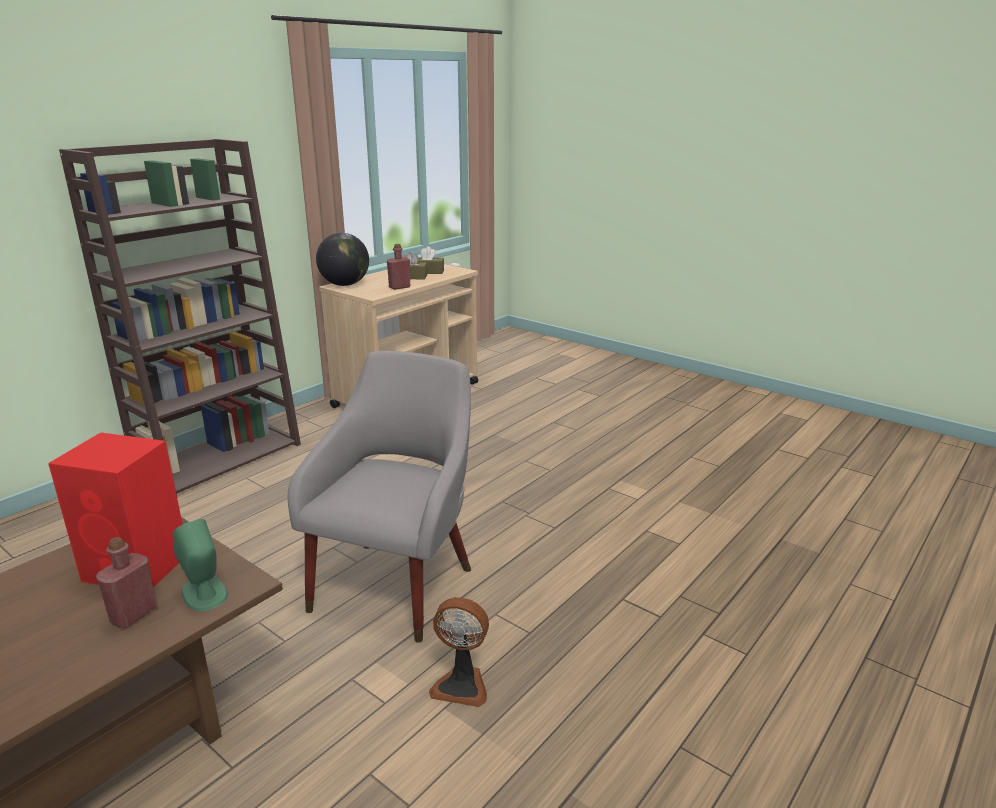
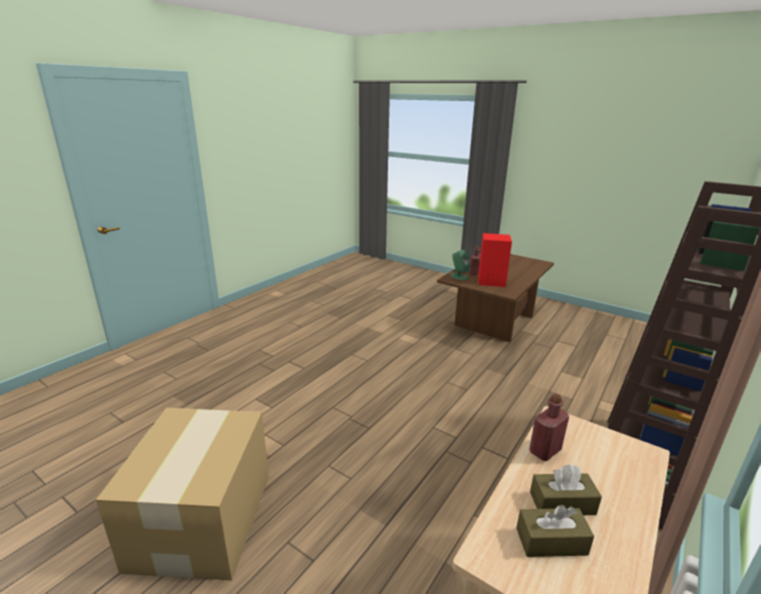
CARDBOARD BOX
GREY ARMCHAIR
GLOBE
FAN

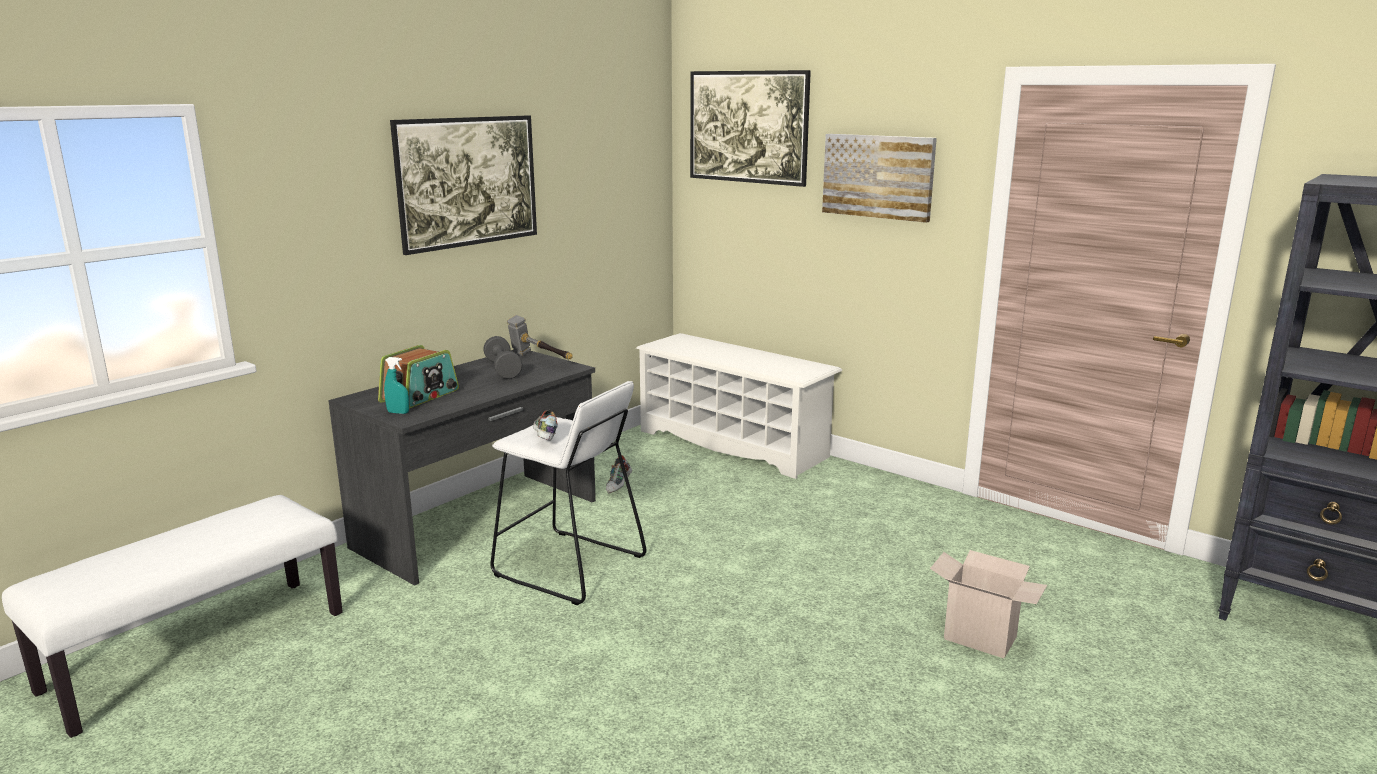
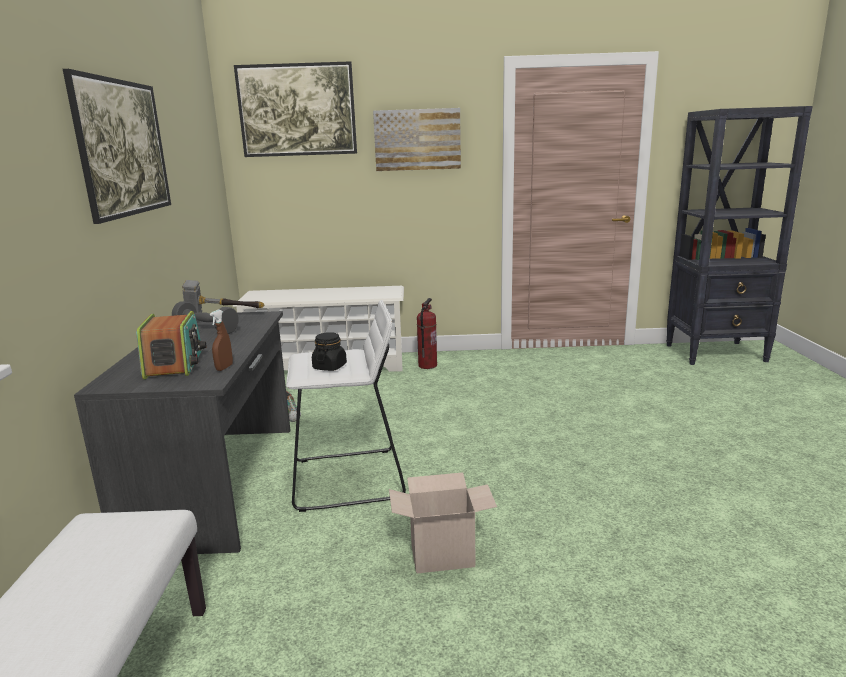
BROWN SPRAY BOTTLE
BLACK JAR
CARDBOARD BOX
FIRE EXTINGUISHER
TURQUOISE SPRAY BOTTLE

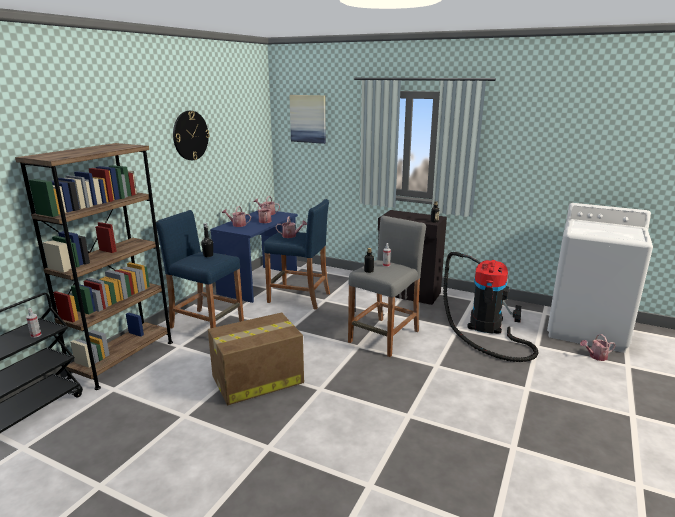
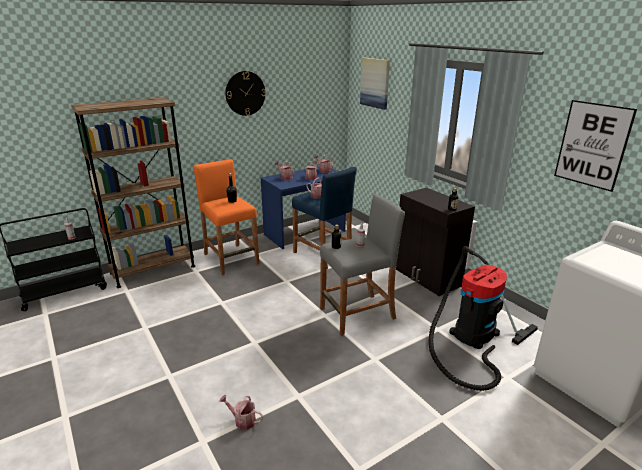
ORANGE STOOL
WATERING CAN (no. 1 from left)
PICTURE (no. 2 from left)
CARDBOARD BOX

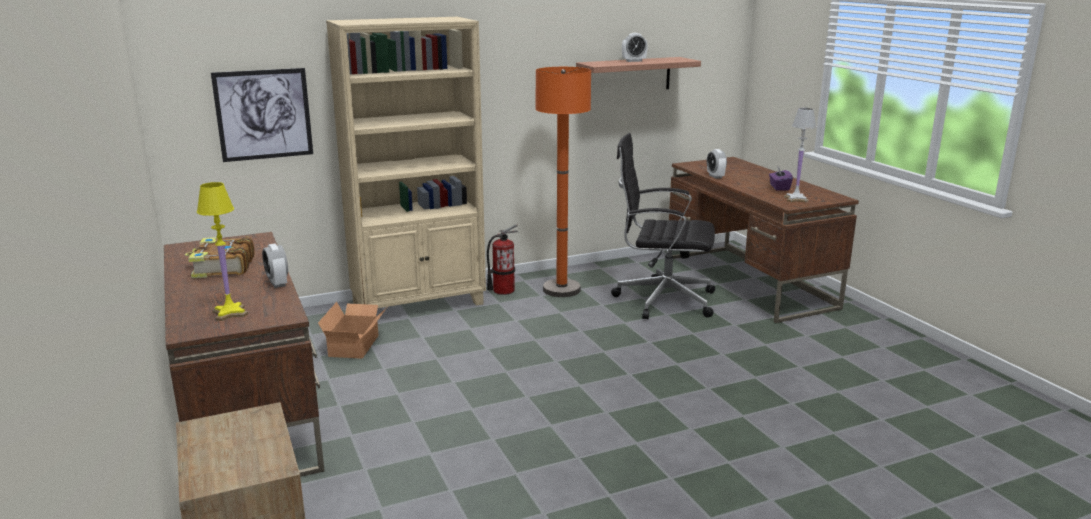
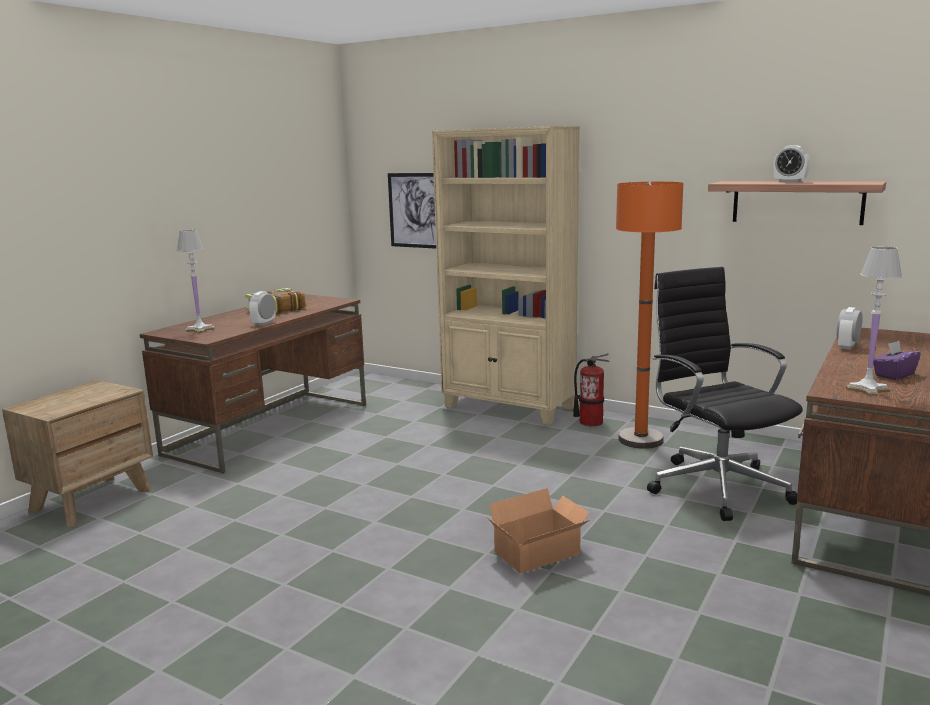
WHITE TABLE LAMP (no. 1 from left)
CARDBOARD BOX

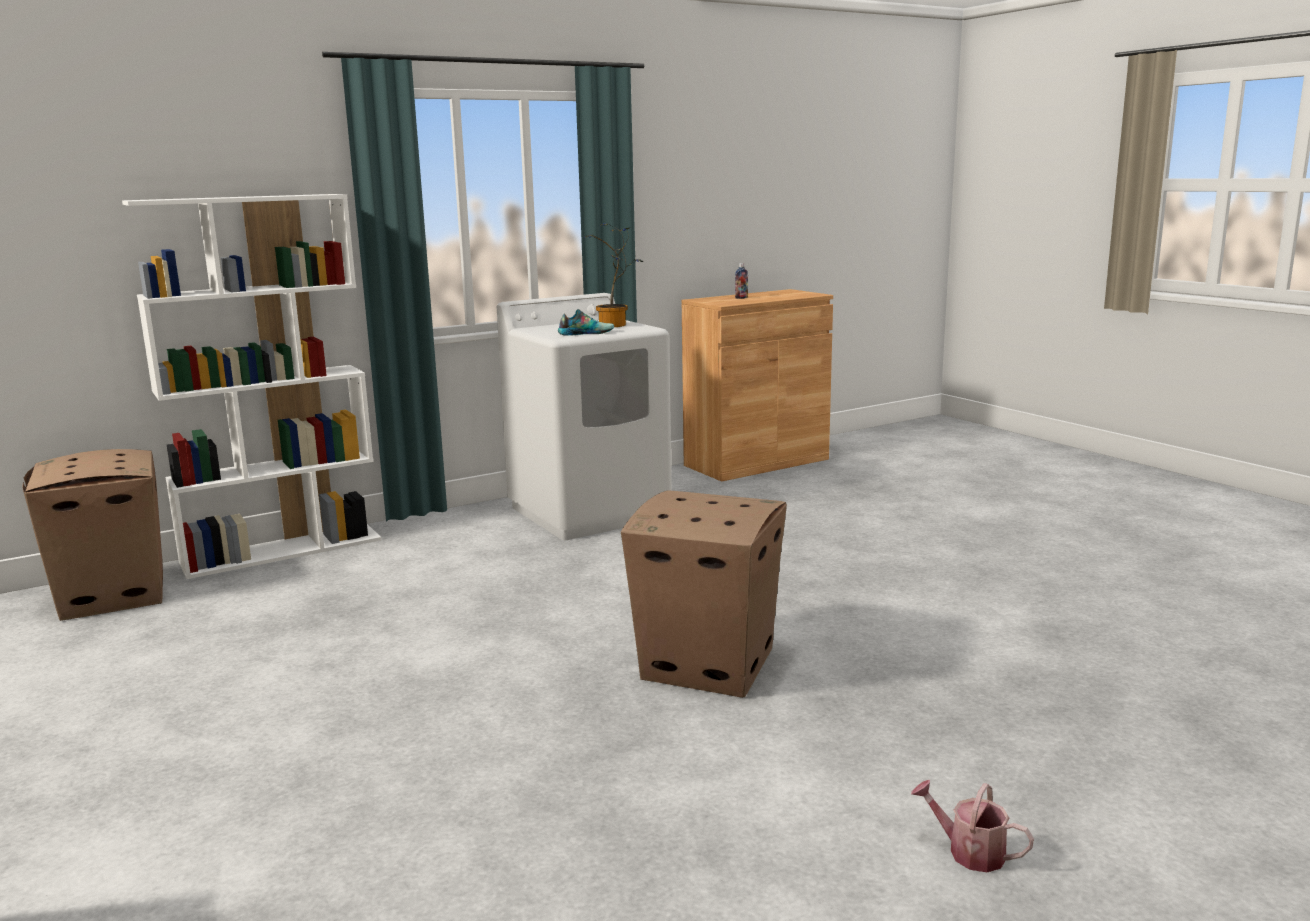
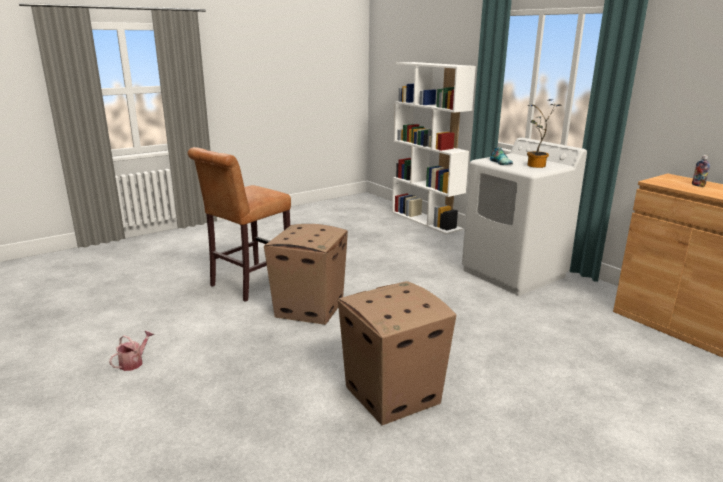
BROWN STOOL
CARDBOARD BOX (no. 2 from left)

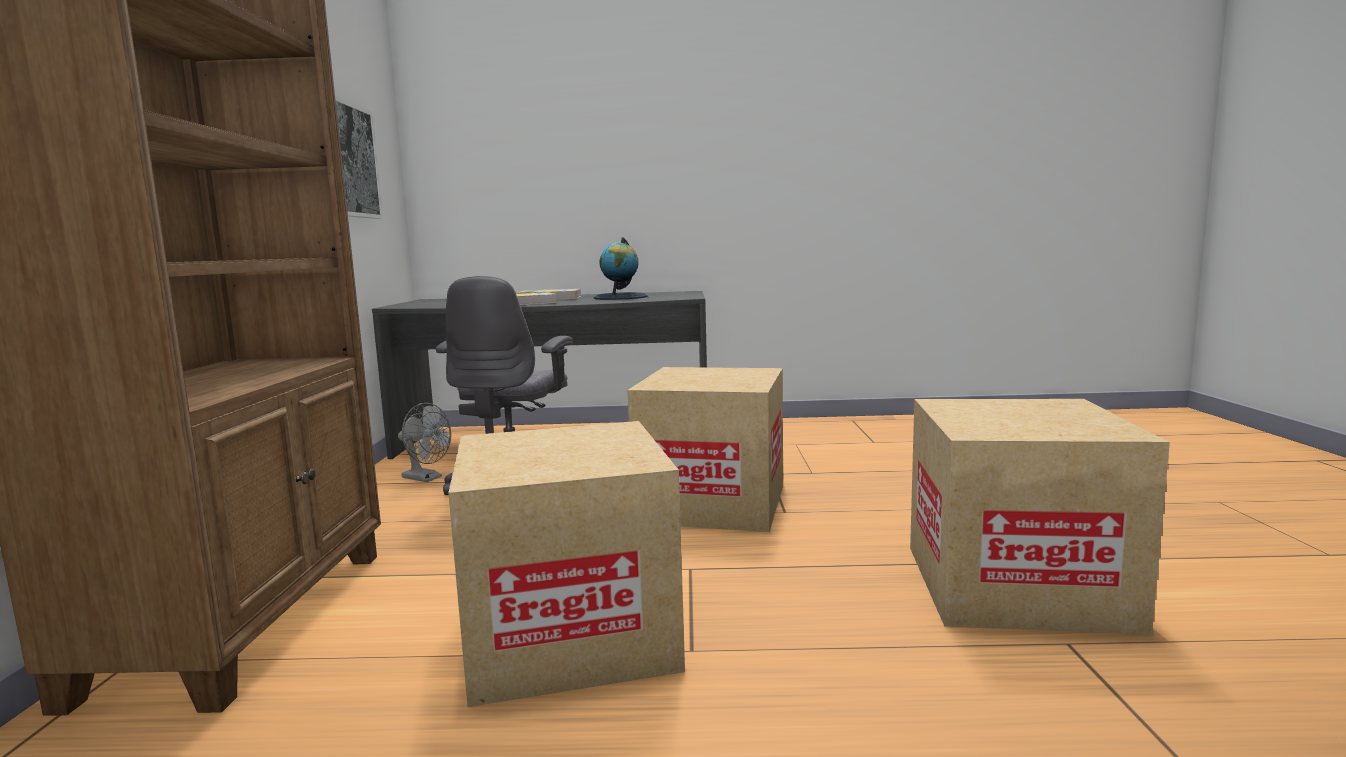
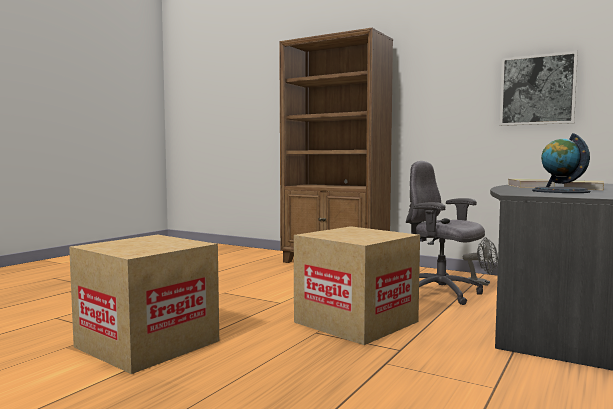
GREY FAN
CARDBOARD BOX (no. 1 from left in the first image)

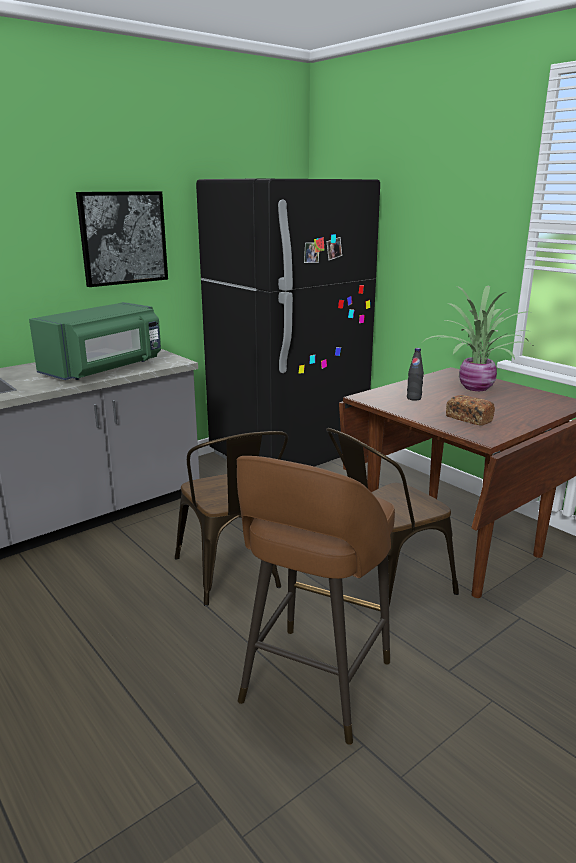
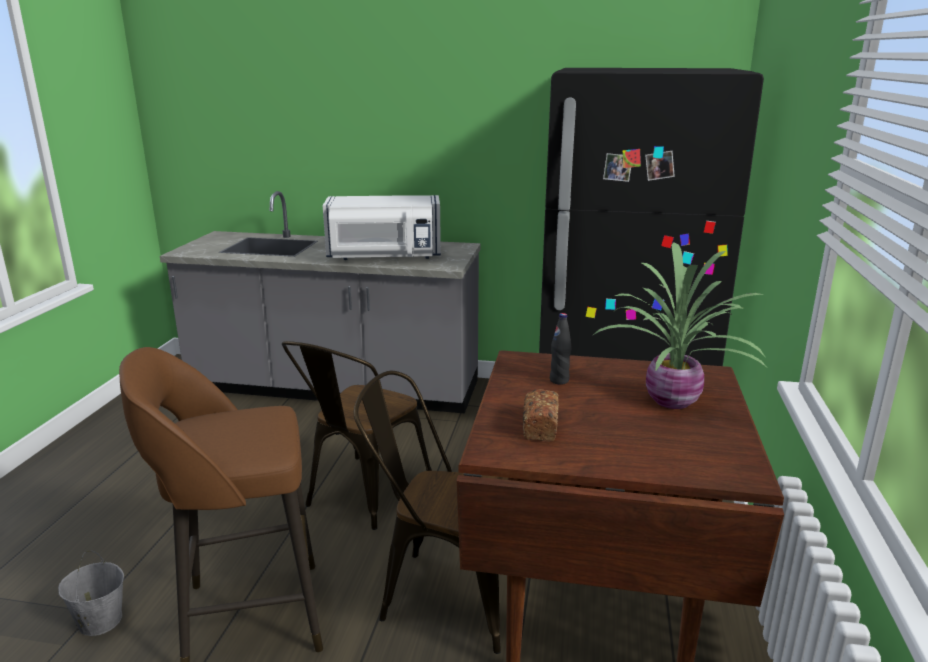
GREY BUCKET
WHITE MICROWAVE
PICTURE

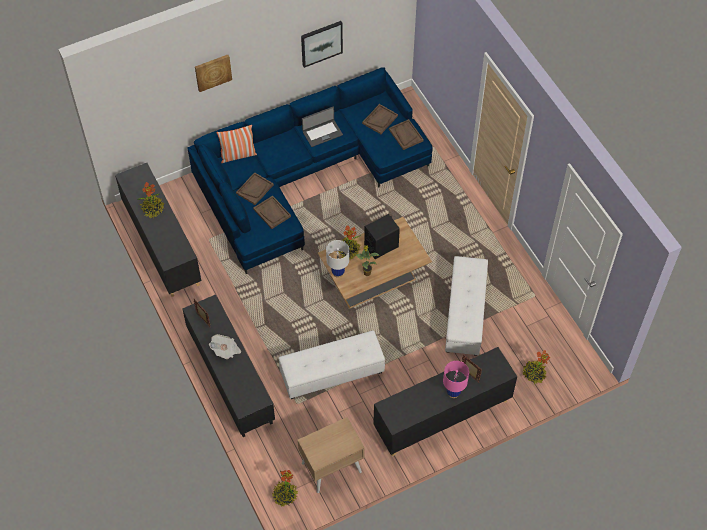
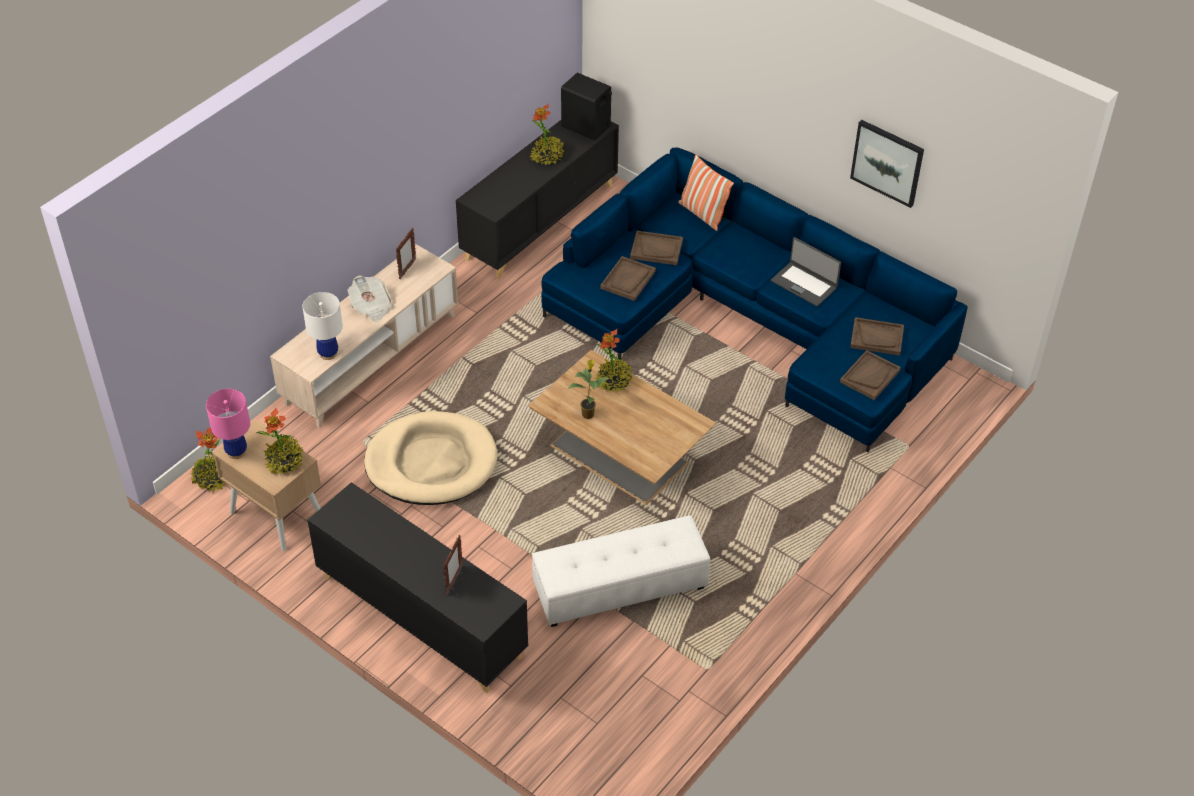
PINK TABLE LAMP
POTTED PLANT (no. 2 from left)
BEIGE TV STAND
WHITE TABLE LAMP
BEIGE DOG BED
BLACK SPEAKER
PICTURE (no. 1 from left in the first image)

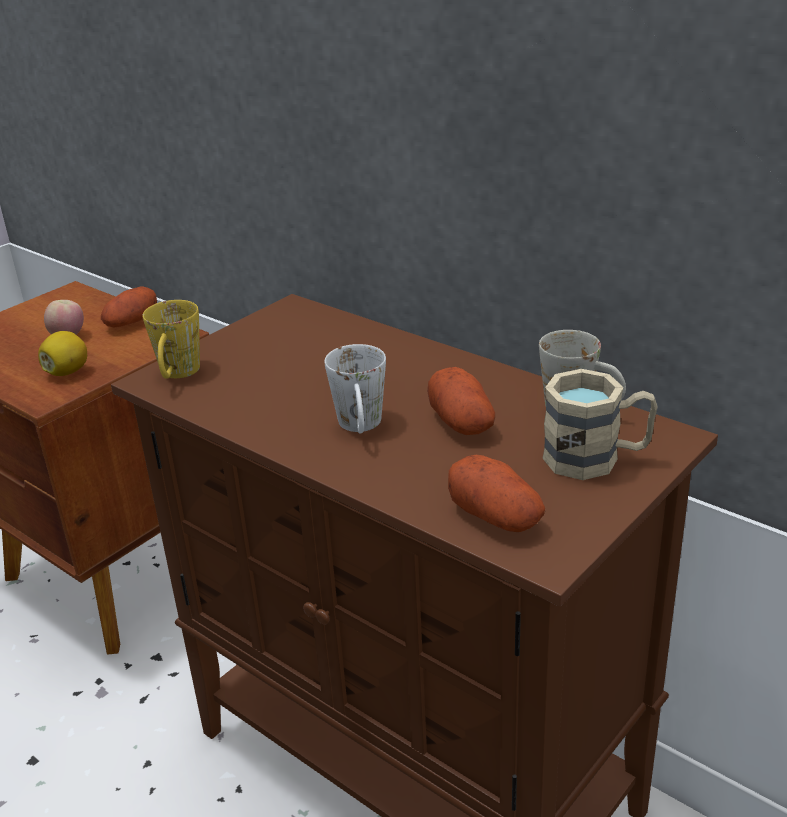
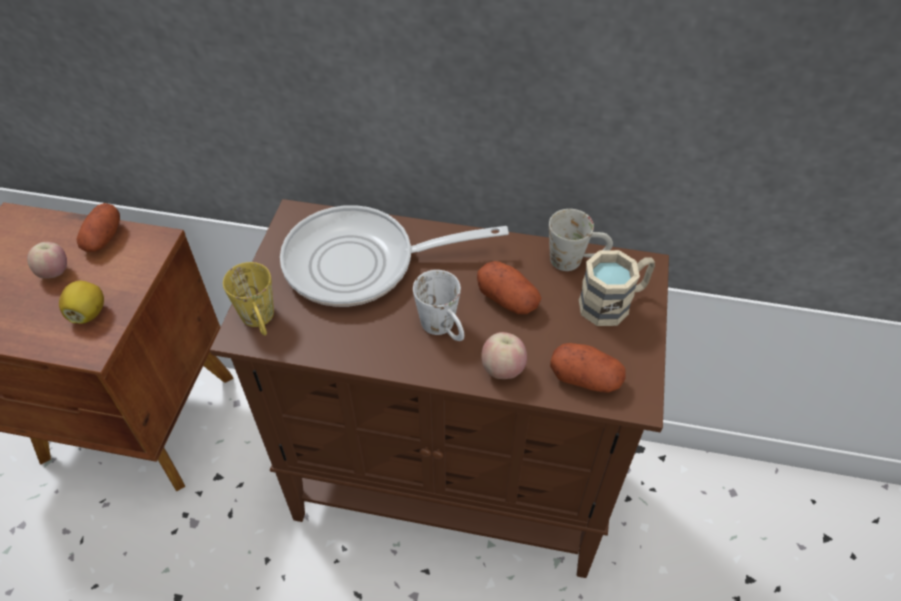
FRYING PAN
APPLE (no. 2 from left)

